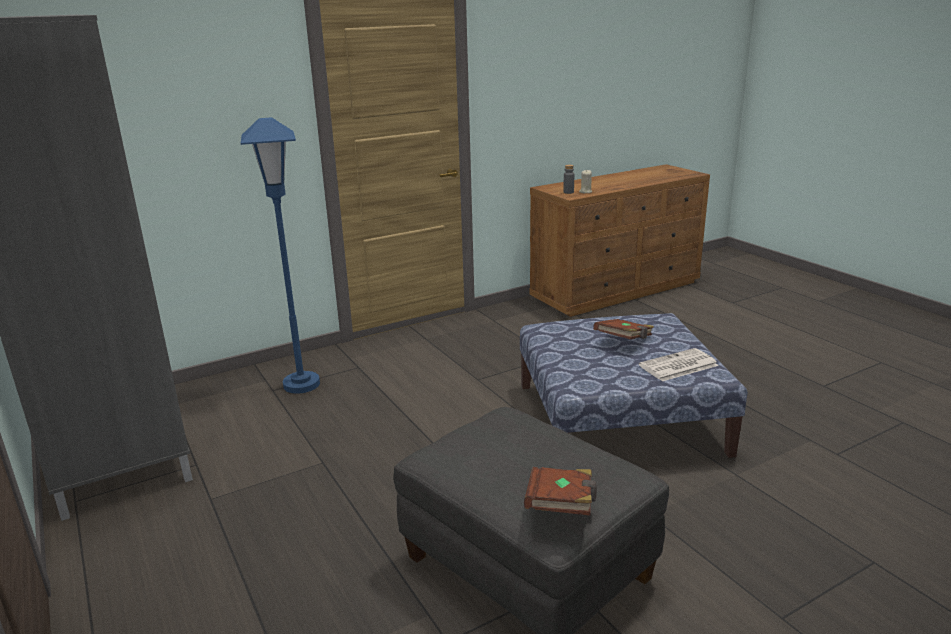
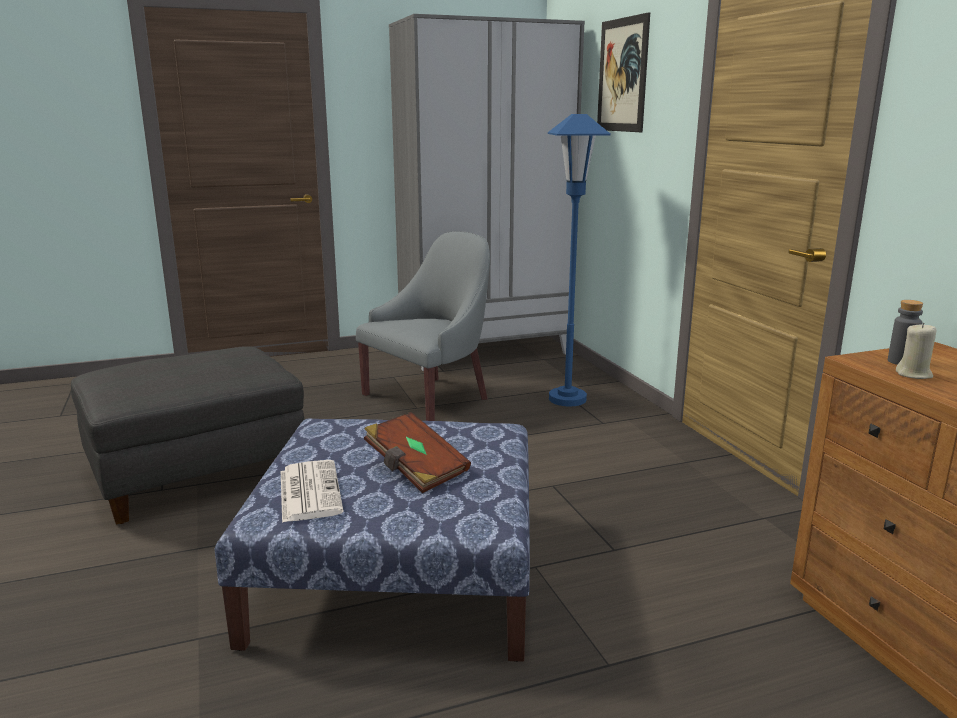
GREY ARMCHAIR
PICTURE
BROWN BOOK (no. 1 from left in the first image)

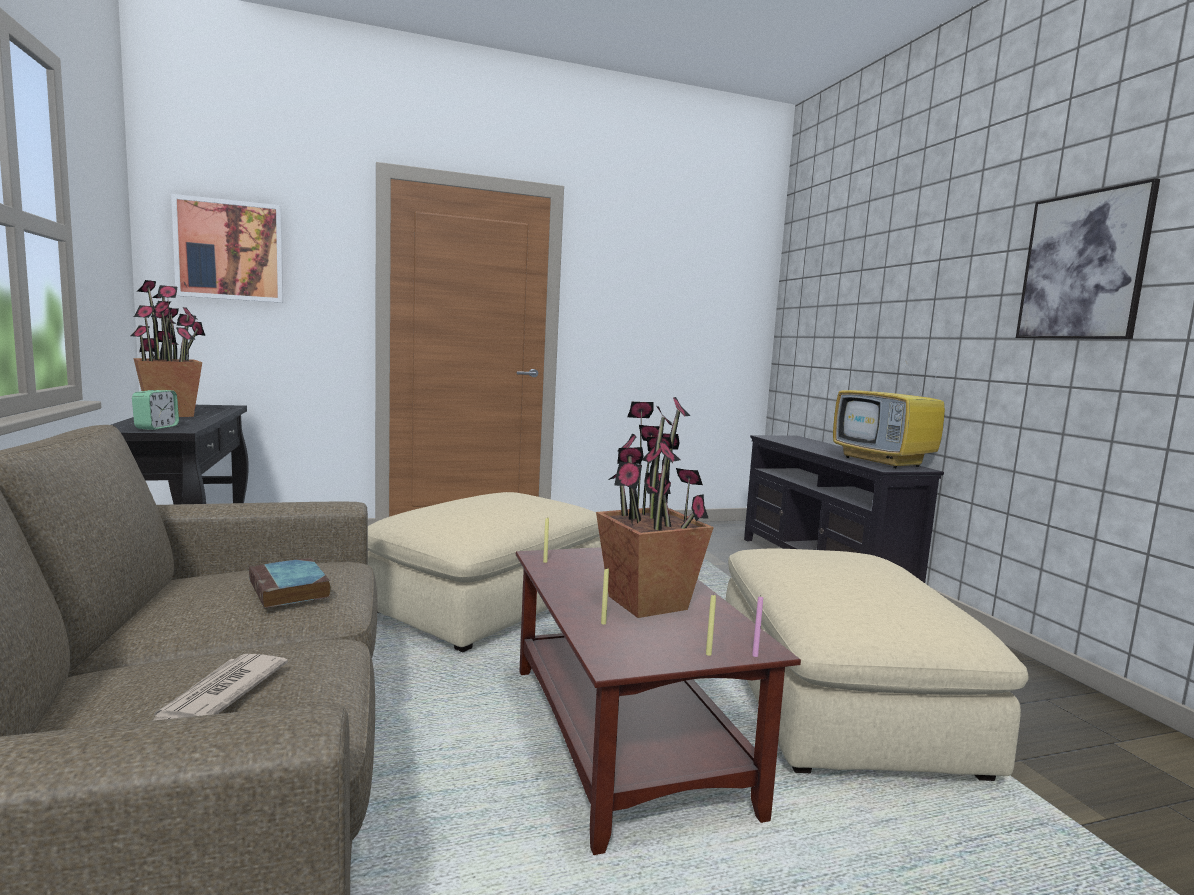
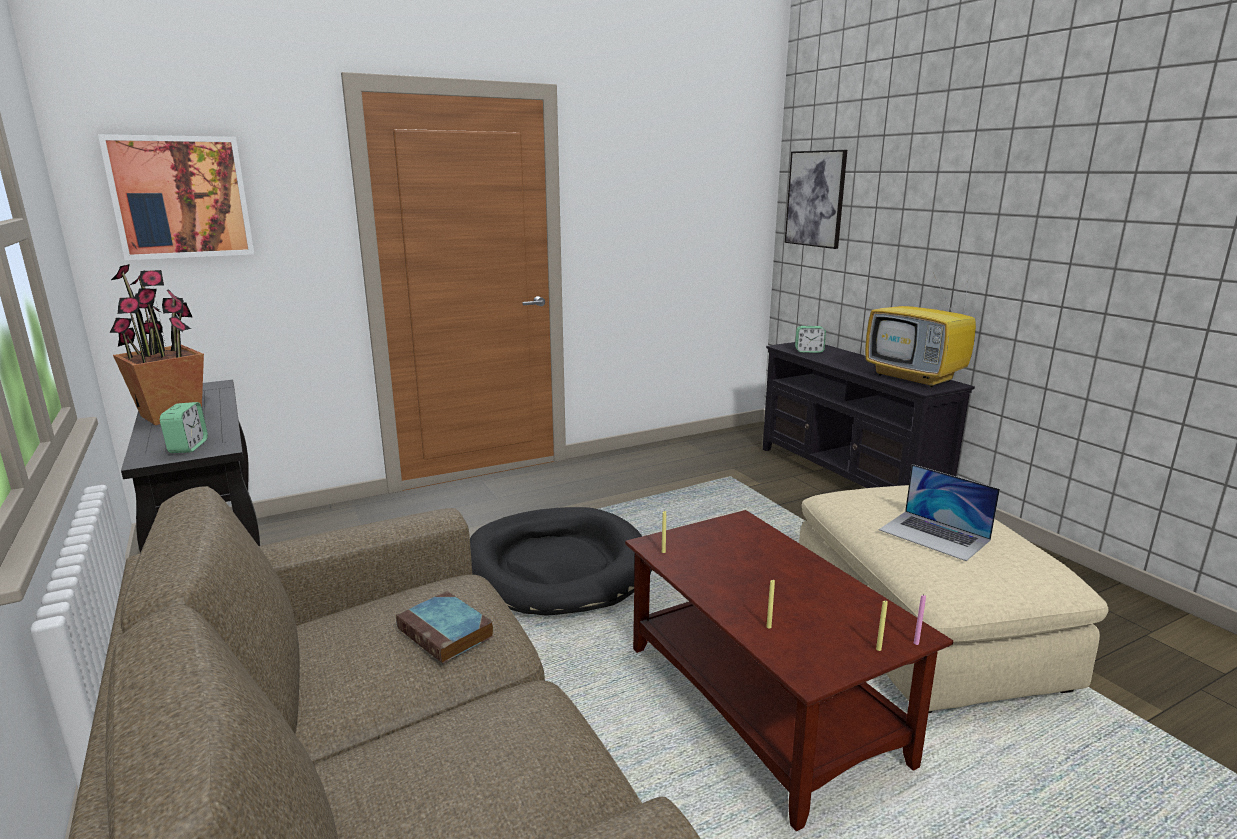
BLACK DOG BED
PICTURE (no. 2 from left)
ALARM CLOCK (no. 2 from left)
LAPTOP
NEWSPAPER
POTTED PLANT (no. 2 from left in the first image)

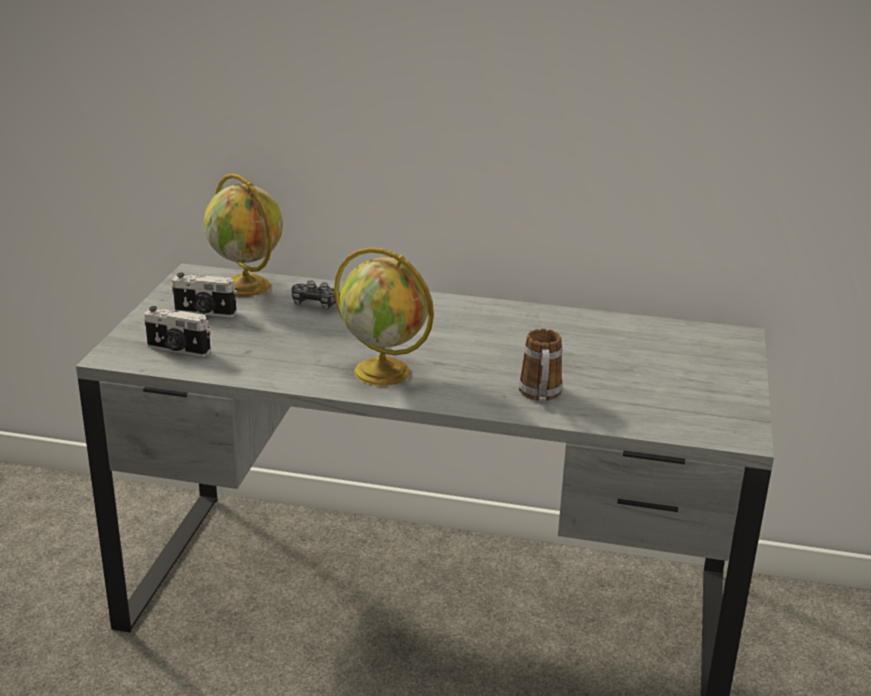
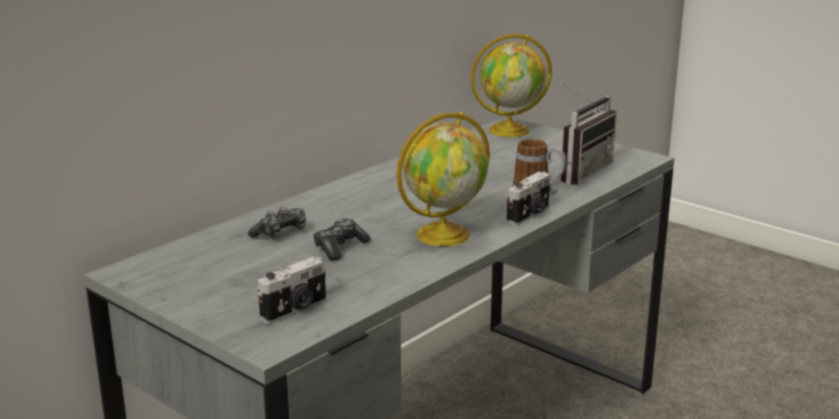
GAME CONTROLLER (no. 2 from left)
GLOBE (no. 2 from left)
PHOTO CAMERA (no. 2 from left)
RADIO

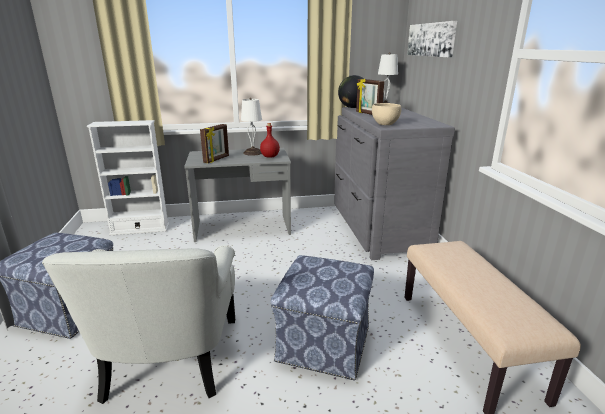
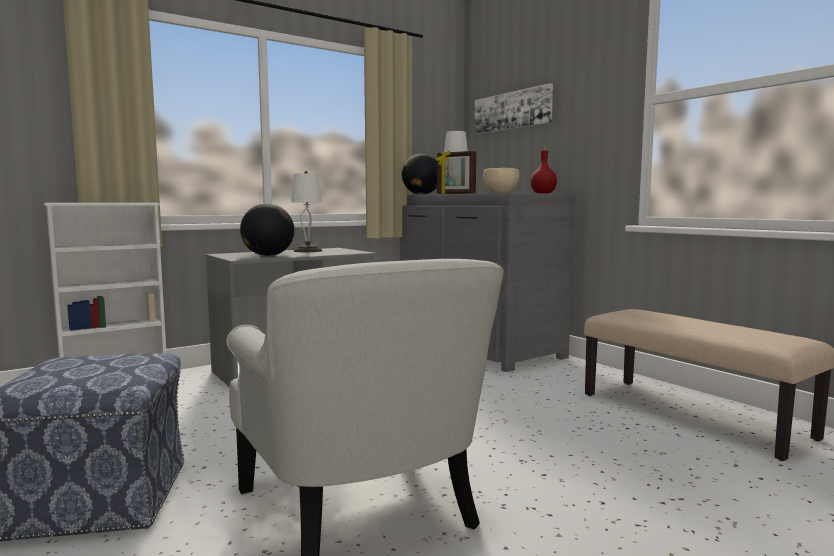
GLOBE (no. 1 from left)
RED BOTTLE
OTTOMAN (no. 2 from left in the first image)

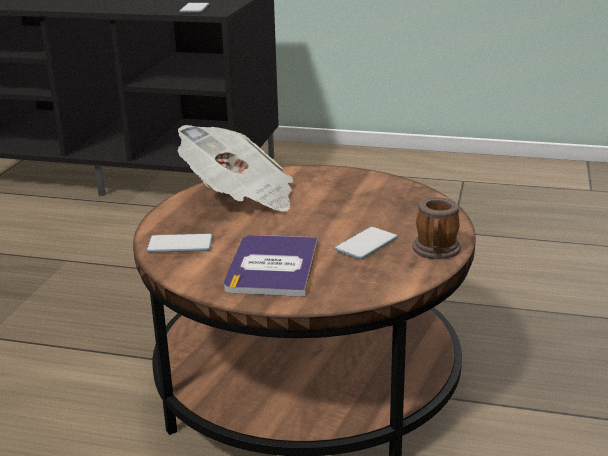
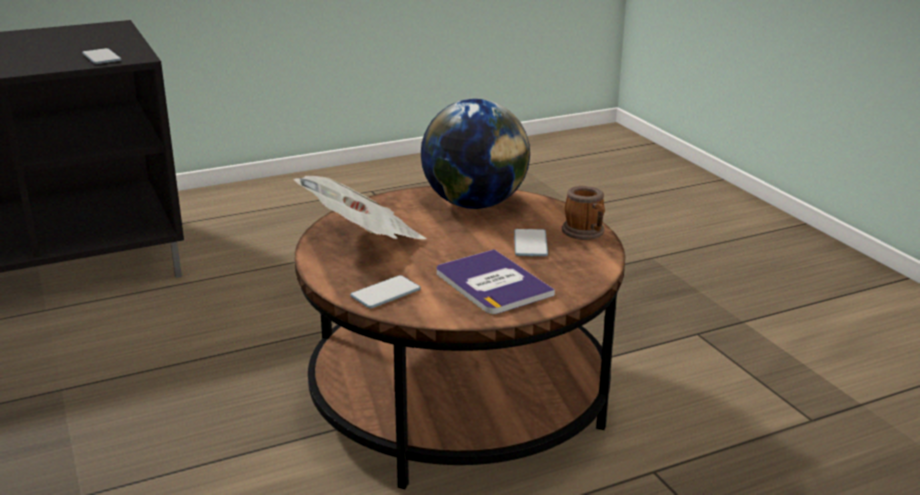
GLOBE

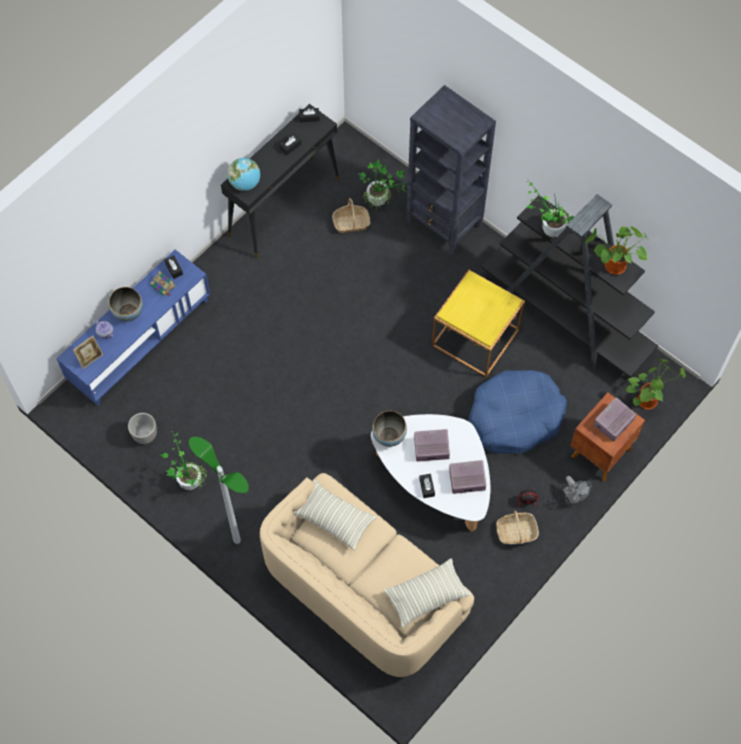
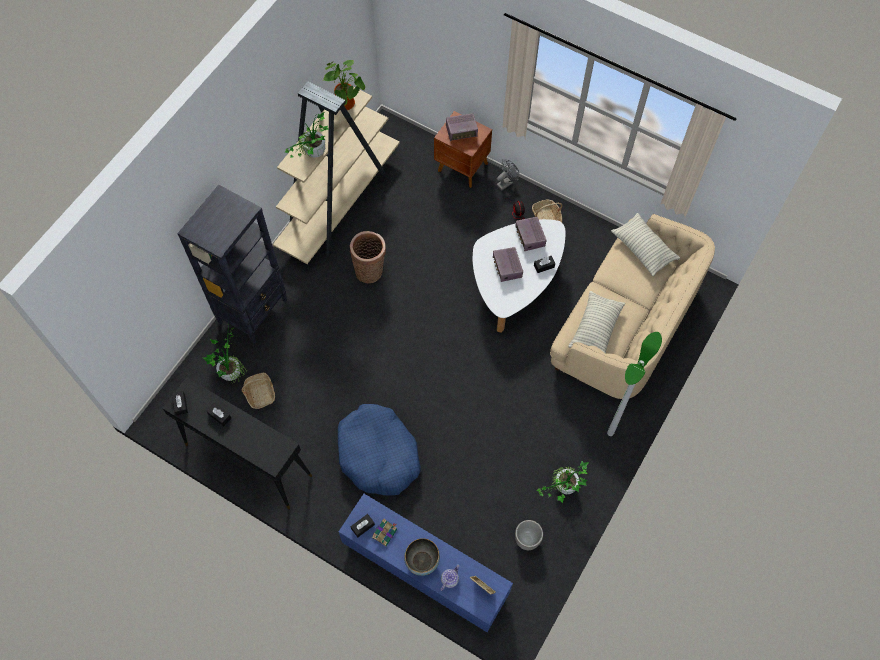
BEIGE BOOKCASE
BLUE DOG BED
BASKET (no. 2 from left)
RADIO (no. 1 from left)
GLOBE
BOWL (no. 2 from left in the first image)
POTTED PLANT (no. 5 from left in the first image)

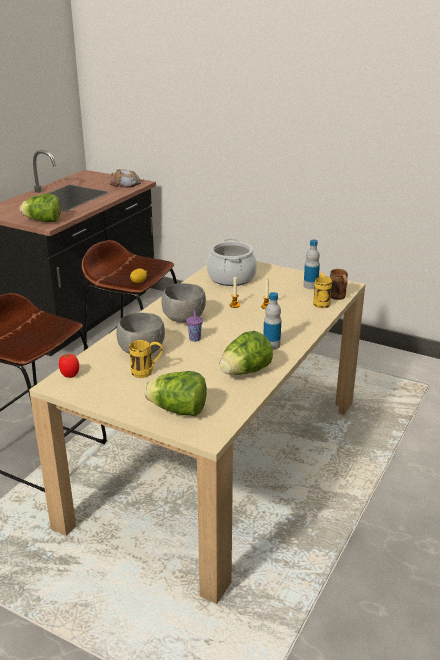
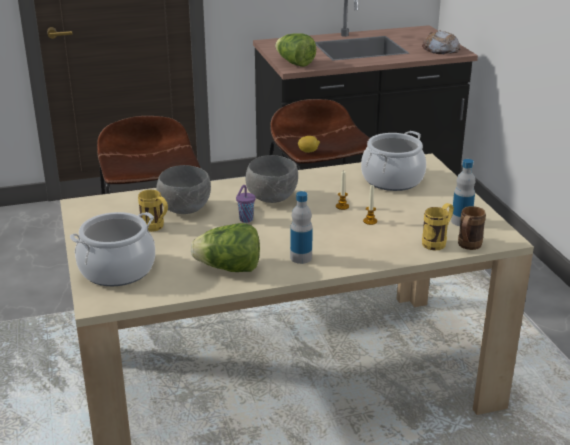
COOKING POT (no. 1 from left)
TOMATO

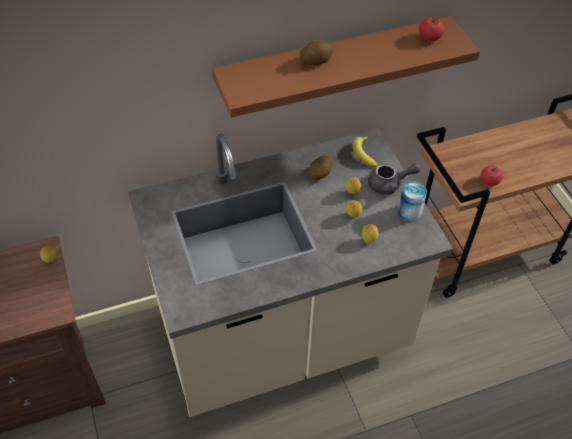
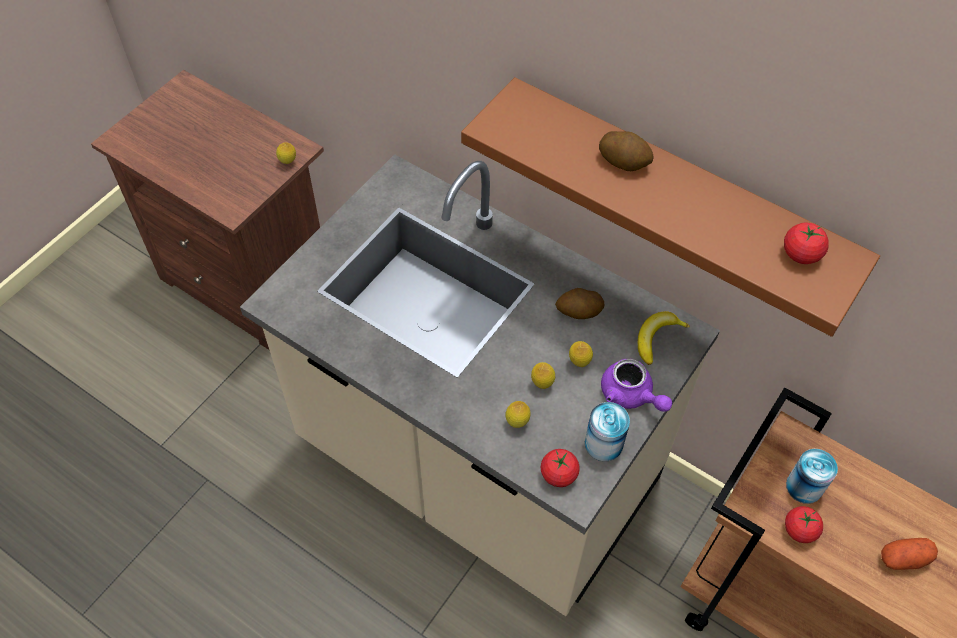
TOMATO (no. 1 from left)
PURPLE TEAPOT
CAN (no. 2 from left)
POTATO (no. 3 from left)

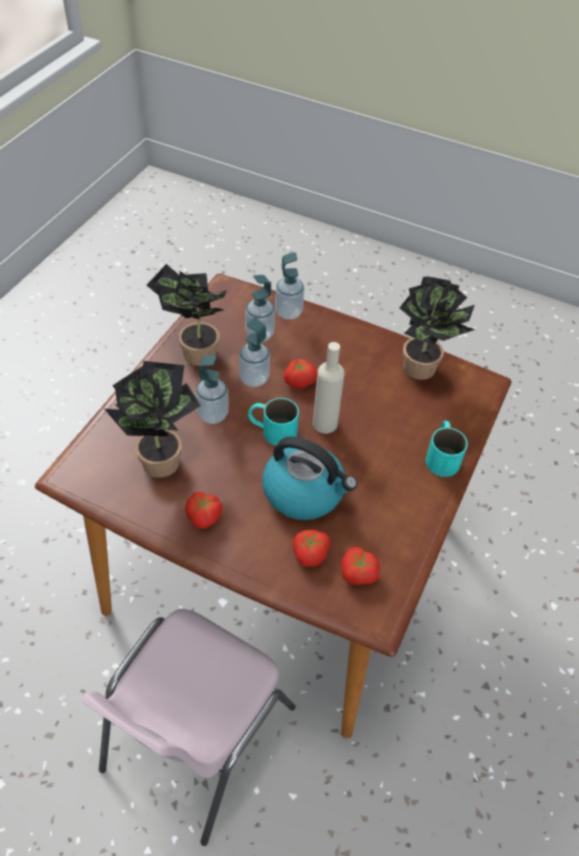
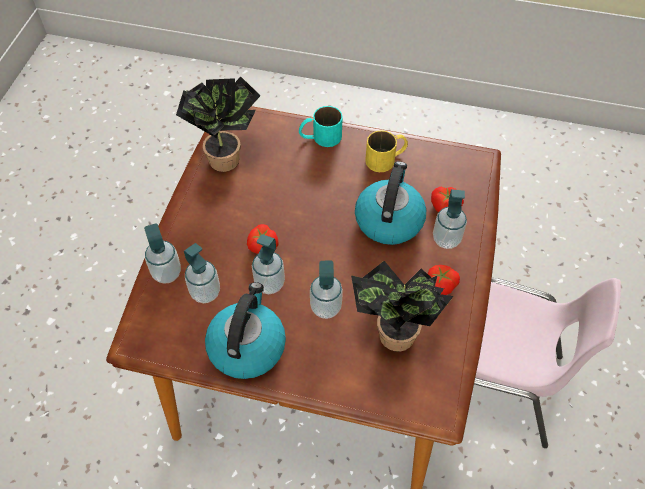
KETTLE (no. 1 from left)
YELLOW MUG
SOAP DISPENSER (no. 5 from left)
TURQUOISE MUG (no. 1 from left in the first image)
BEIGE BOTTLE
TOMATO (no. 4 from left in the first image)

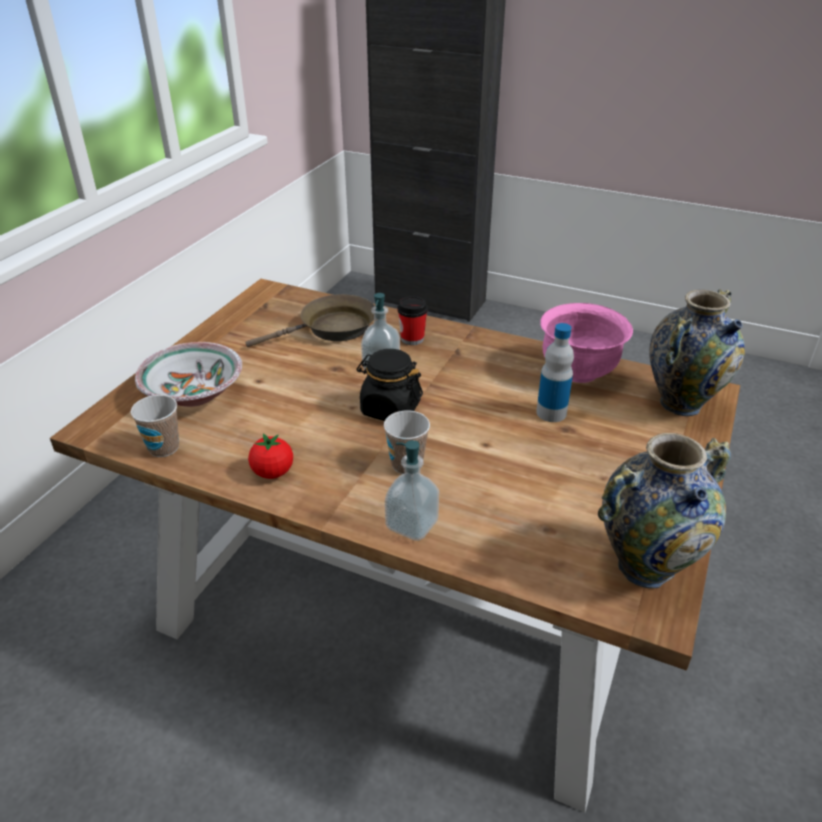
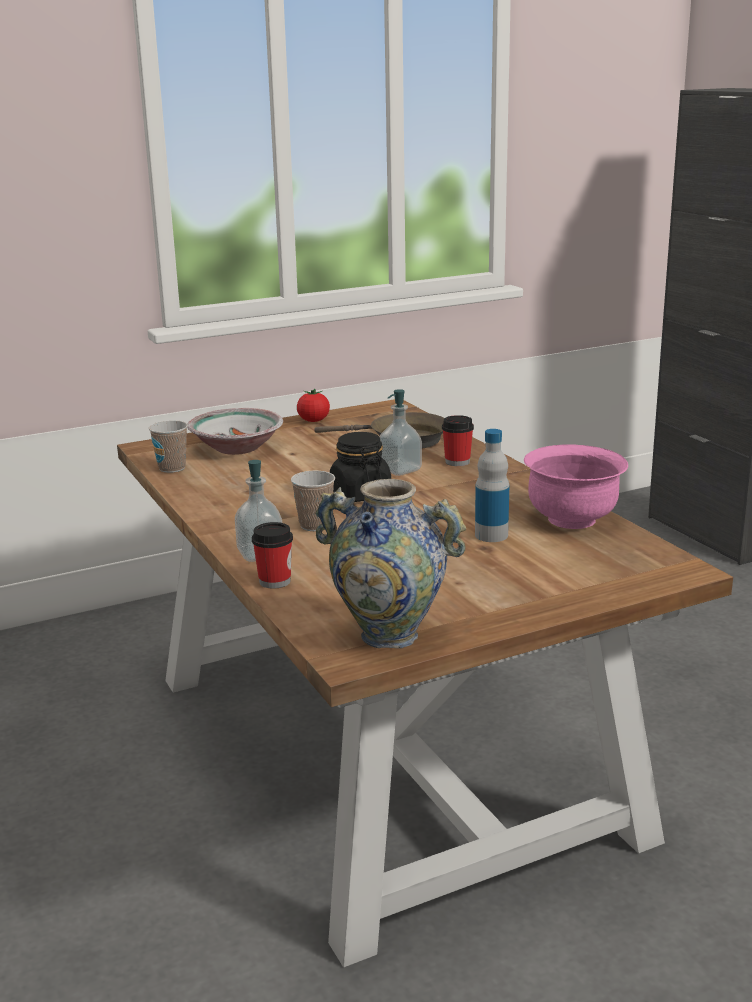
CUP (no. 2 from left)
TOMATO
VASE (no. 2 from left in the first image)

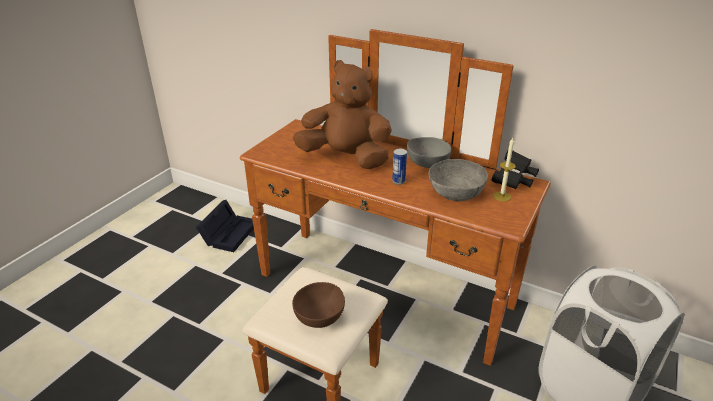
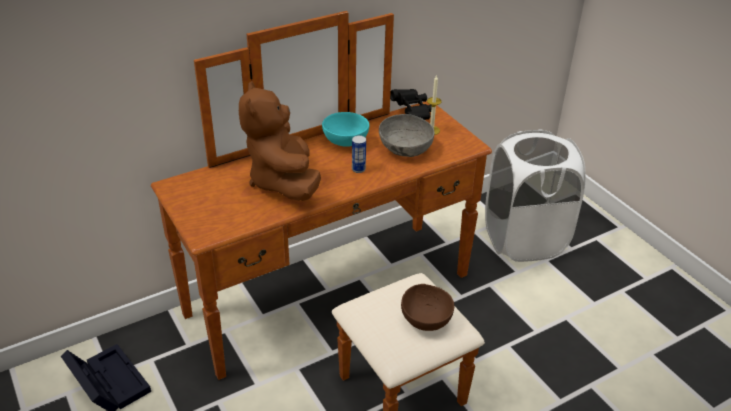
BROWN PLUSH TOY
TURQUOISE BOWL

